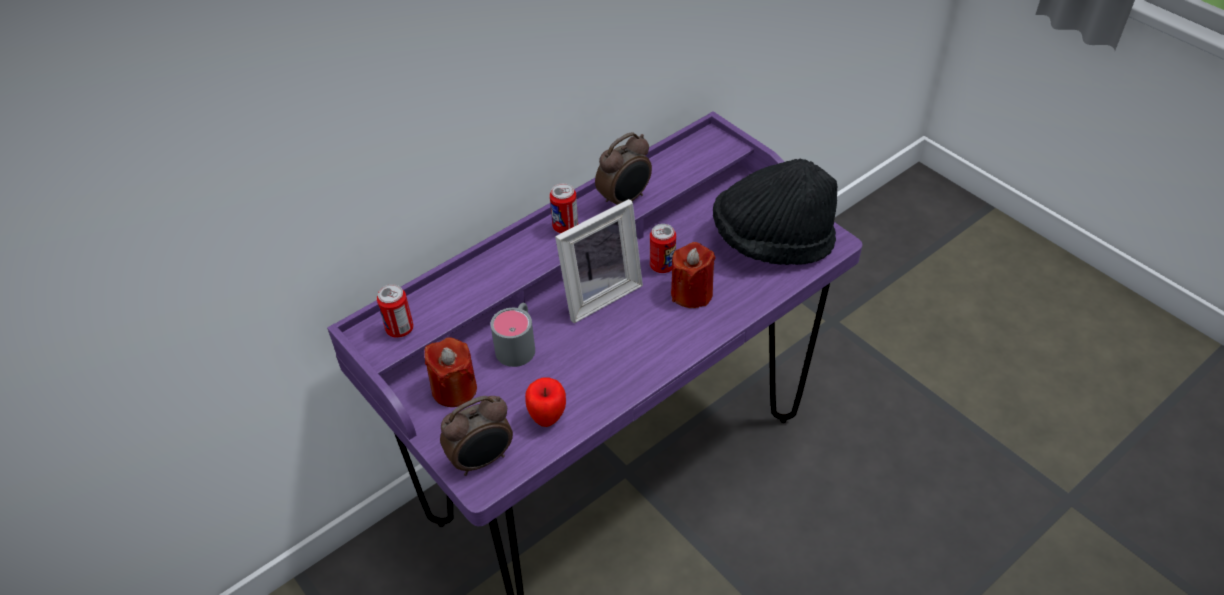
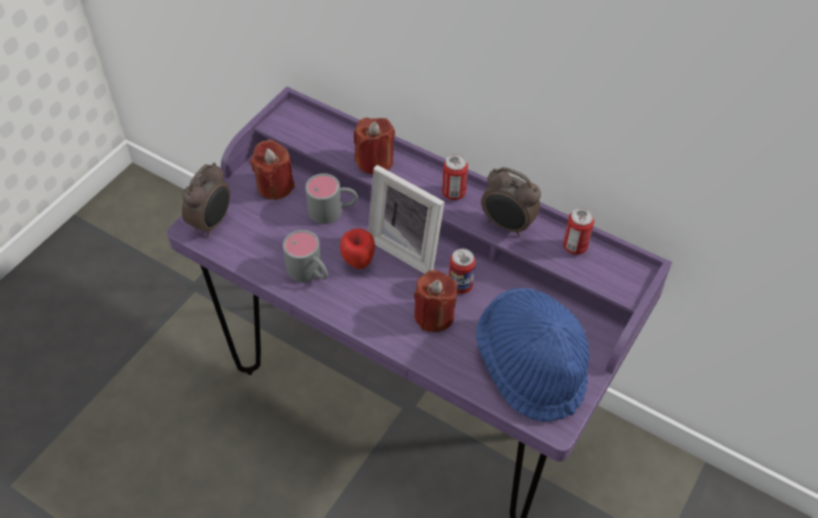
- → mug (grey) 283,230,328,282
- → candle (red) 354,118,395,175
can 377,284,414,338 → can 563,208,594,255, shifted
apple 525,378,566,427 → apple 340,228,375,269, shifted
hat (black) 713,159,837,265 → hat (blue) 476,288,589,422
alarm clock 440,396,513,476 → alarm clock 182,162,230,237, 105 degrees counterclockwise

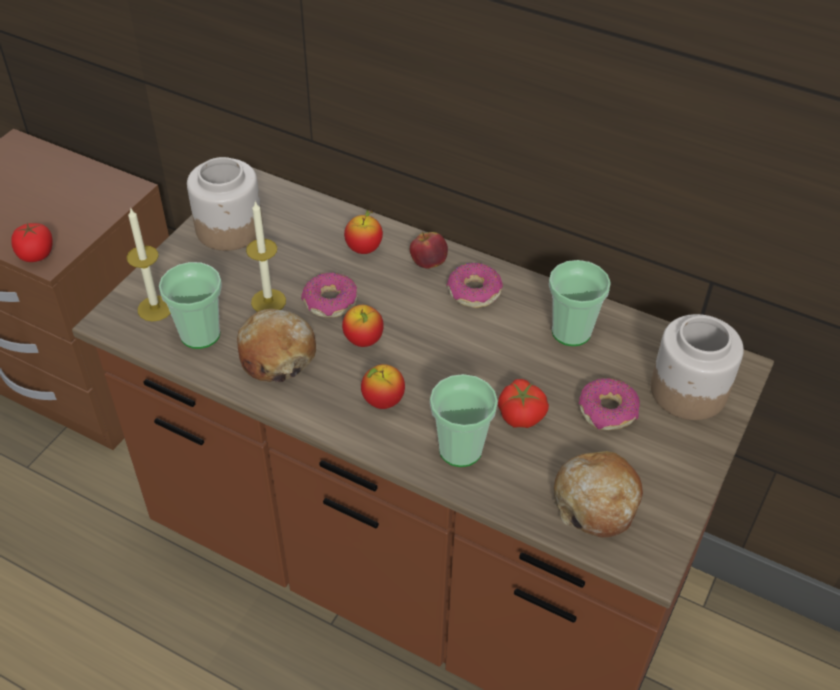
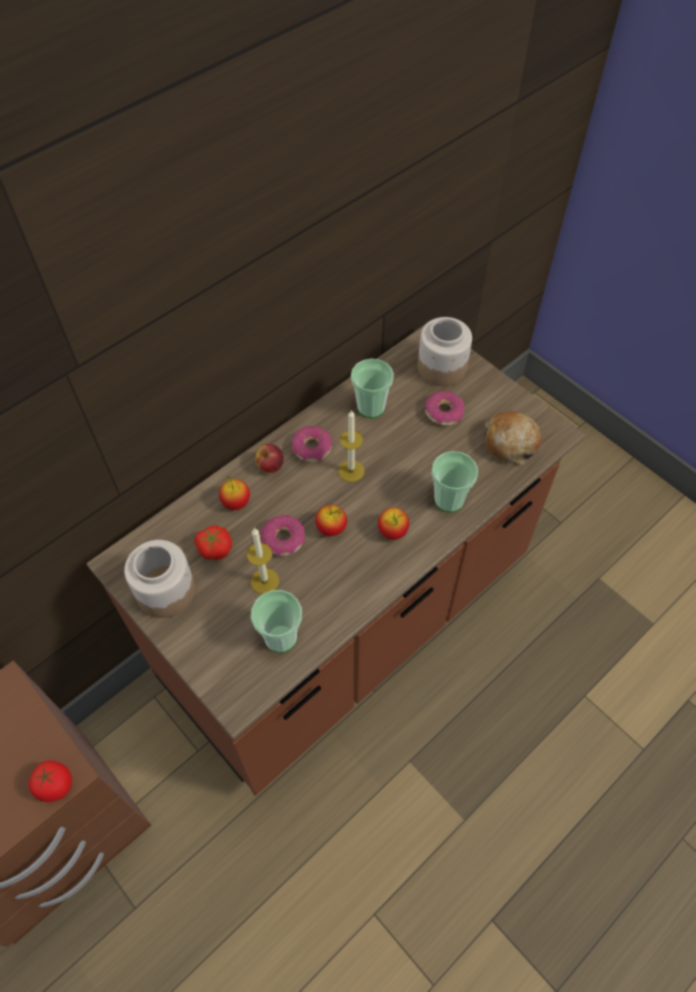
bread 237,309,316,383 → -
candle 127,207,171,321 → candle 338,410,364,482, shifted
tomato 498,379,549,428 → tomato 194,525,232,560, shifted

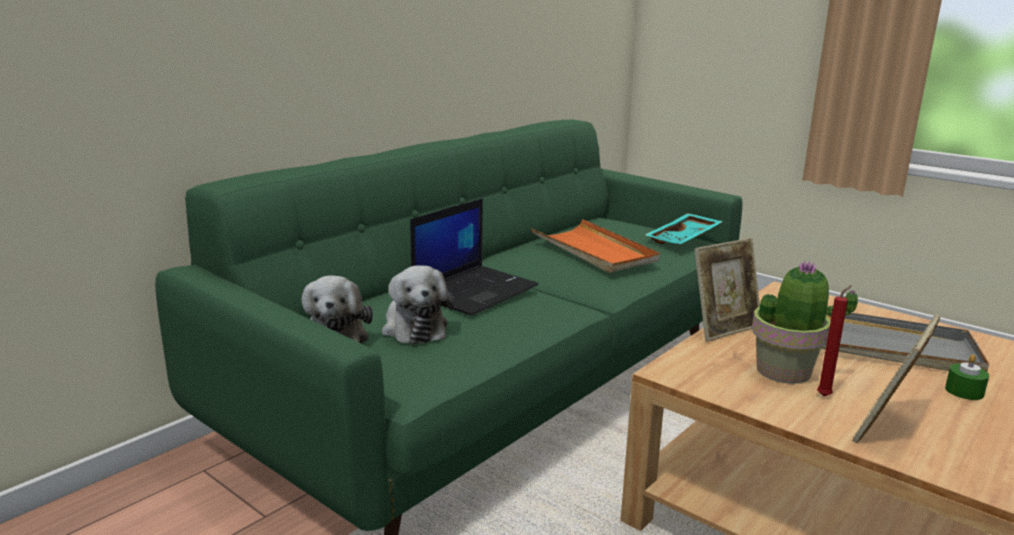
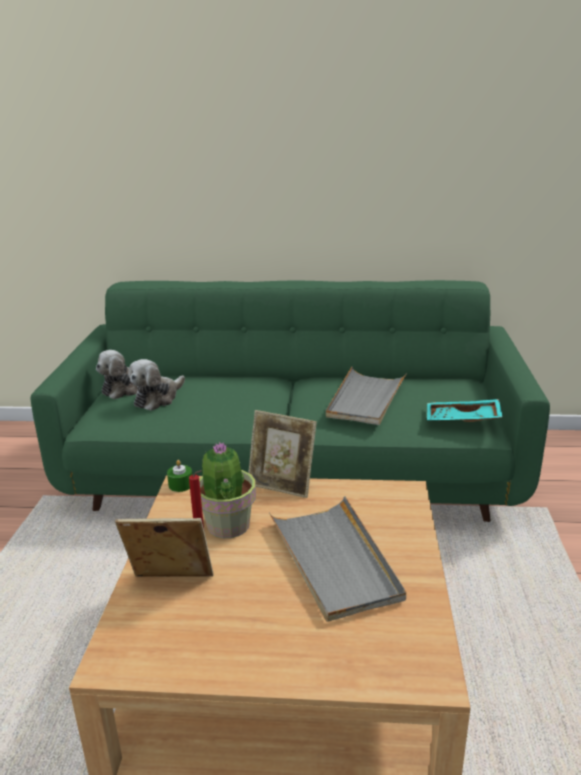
laptop 410,198,539,316 → -
candle (green) 945,354,989,400 → candle (green) 167,460,192,492, shifted
tray (orange) 531,219,660,273 → tray (grey) 326,366,407,425

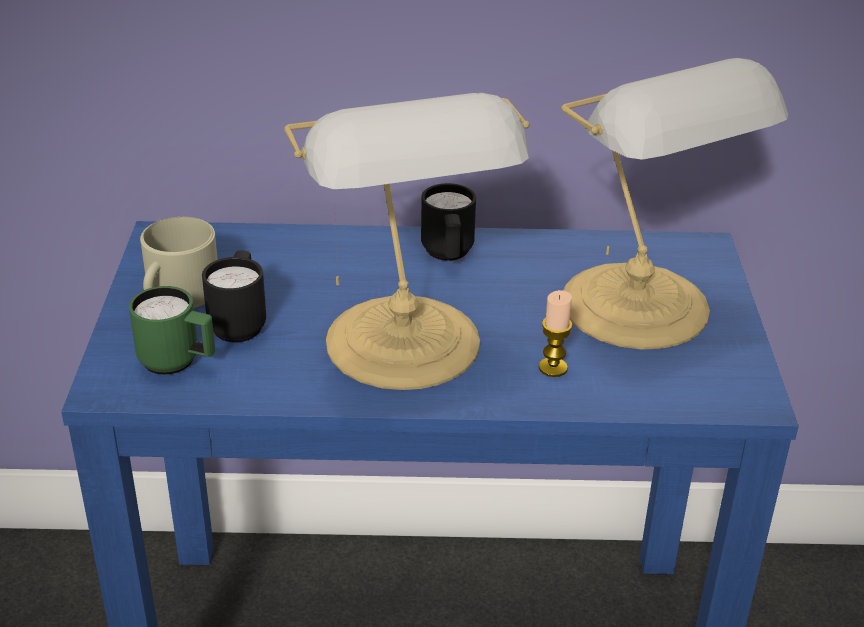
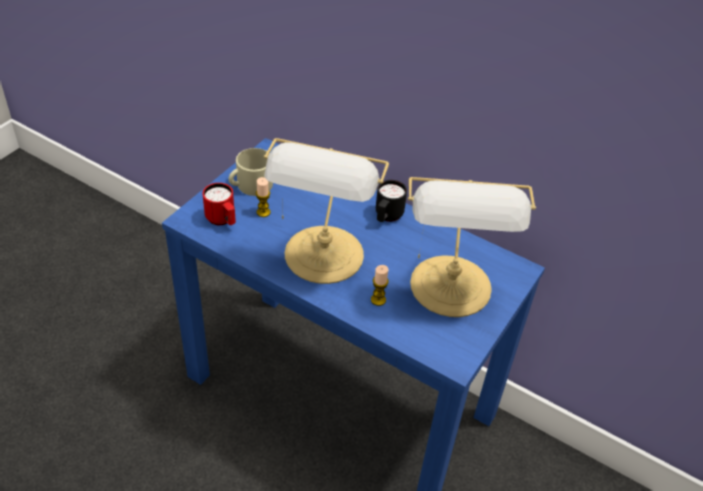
mug (black) 202,251,266,342 → candle 256,177,271,217
mug (green) 129,286,215,375 → mug (red) 203,183,236,225

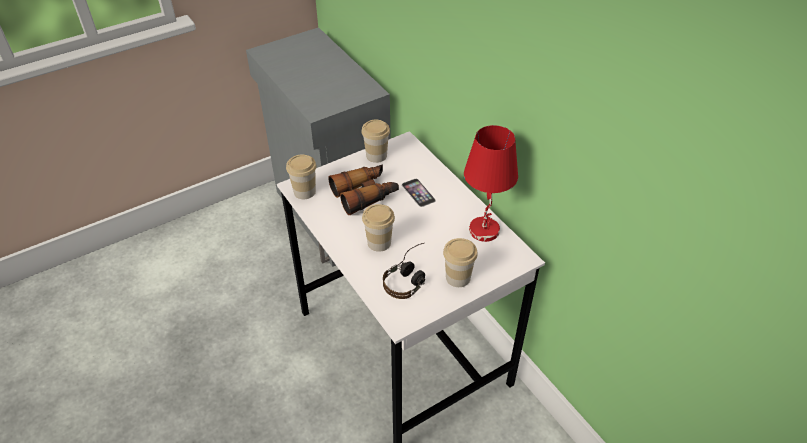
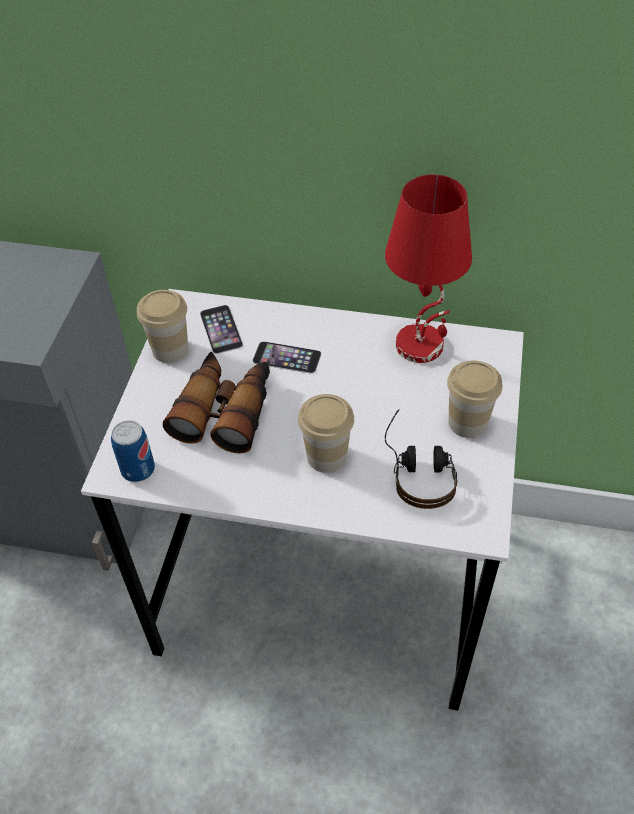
- → phone 200,305,243,354
cup 286,154,317,199 → can 111,421,155,482

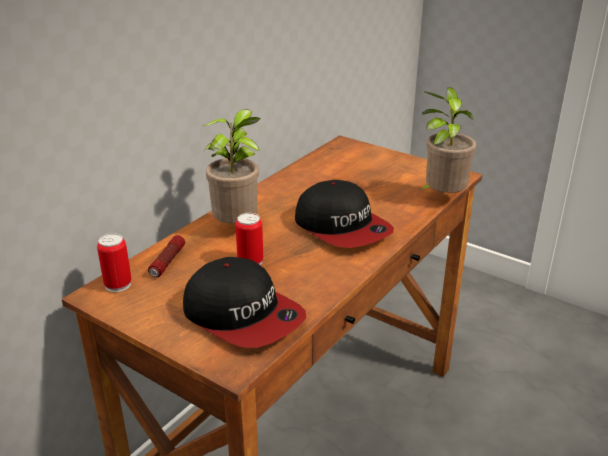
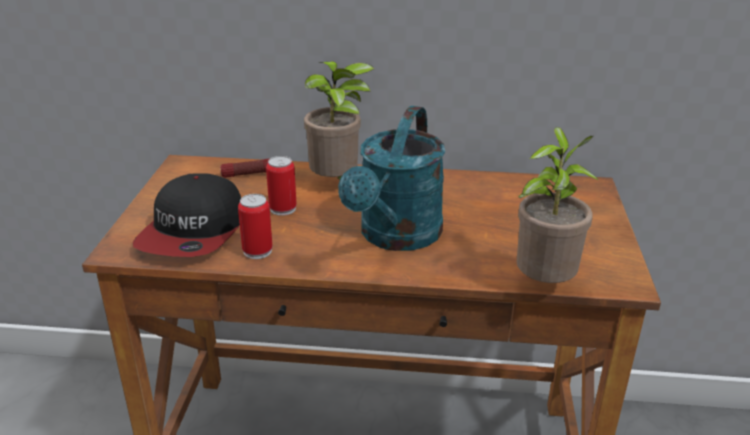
can 97,233,132,292 → can 238,194,272,259, shifted
cap 295,180,394,248 → watering can (turquoise) 338,106,445,251

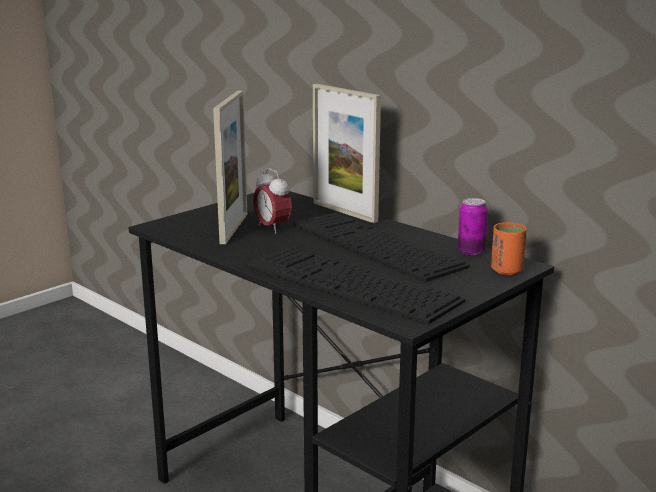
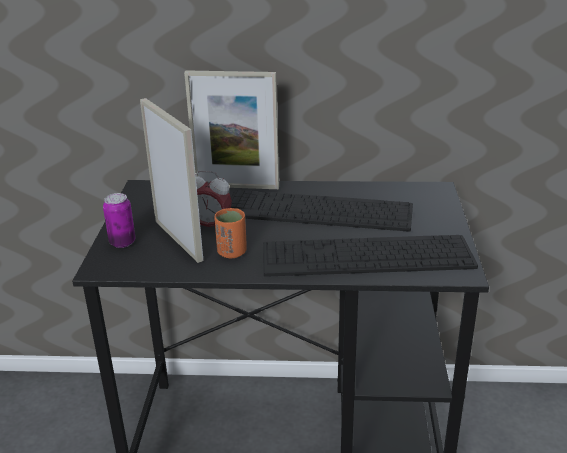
can 458,198,488,255 → can 103,193,136,248, shifted
cup (orange) 491,222,527,275 → cup (orange) 214,208,247,258, shifted

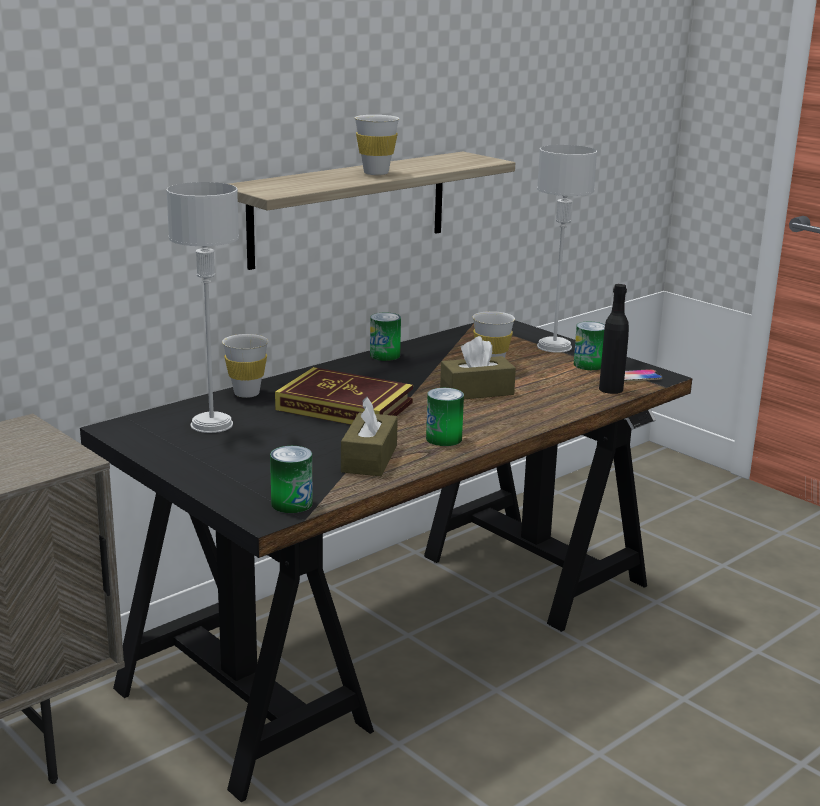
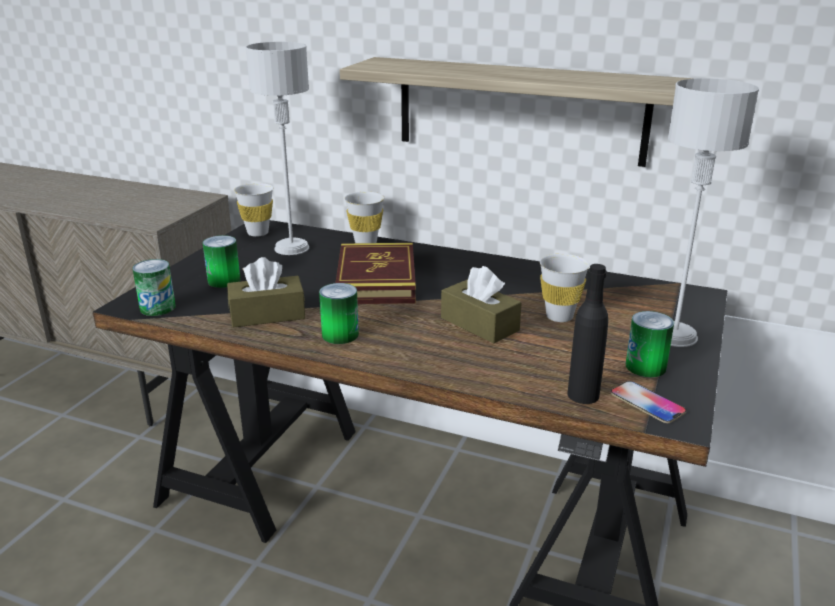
cup (white) 355,115,399,175 → cup (white) 234,183,273,237, shifted
can 370,312,401,361 → can 203,235,241,288, shifted

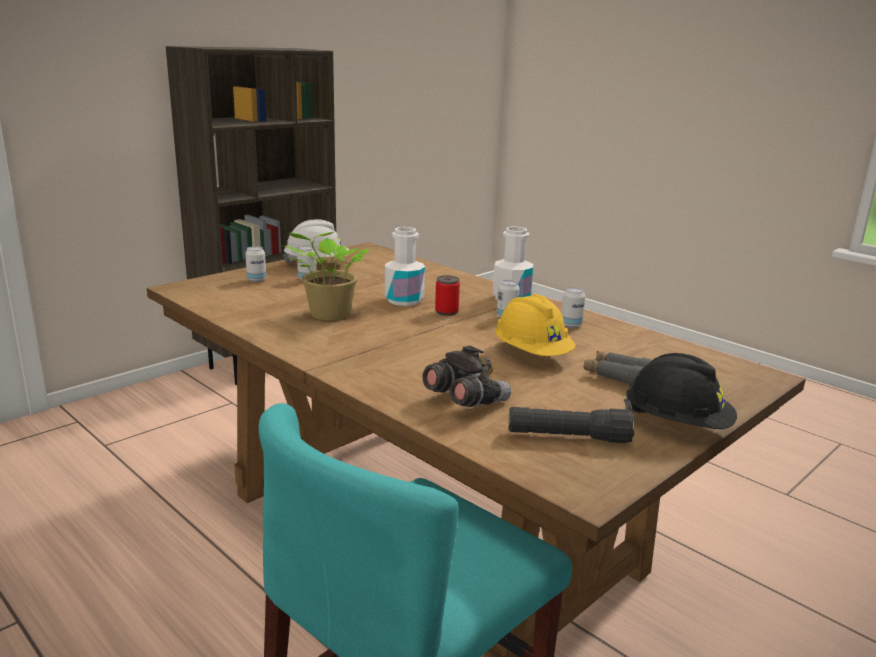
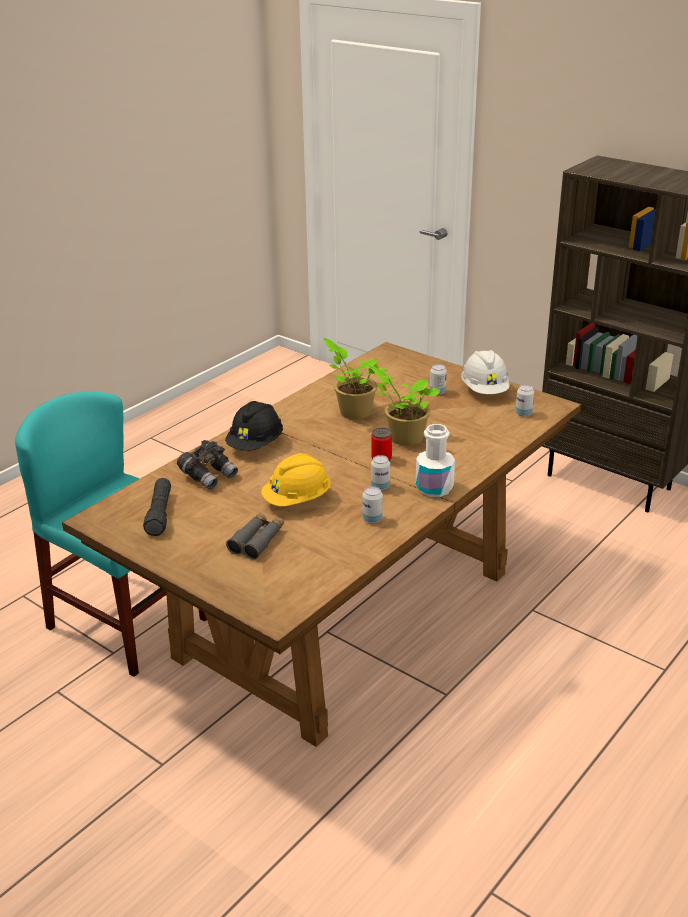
can 245,246,266,282 → can 515,385,534,417, shifted
hard hat (black) 624,353,737,429 → hard hat (black) 225,401,283,451, shifted
bottle (white) 385,227,425,306 → potted plant 369,366,441,446

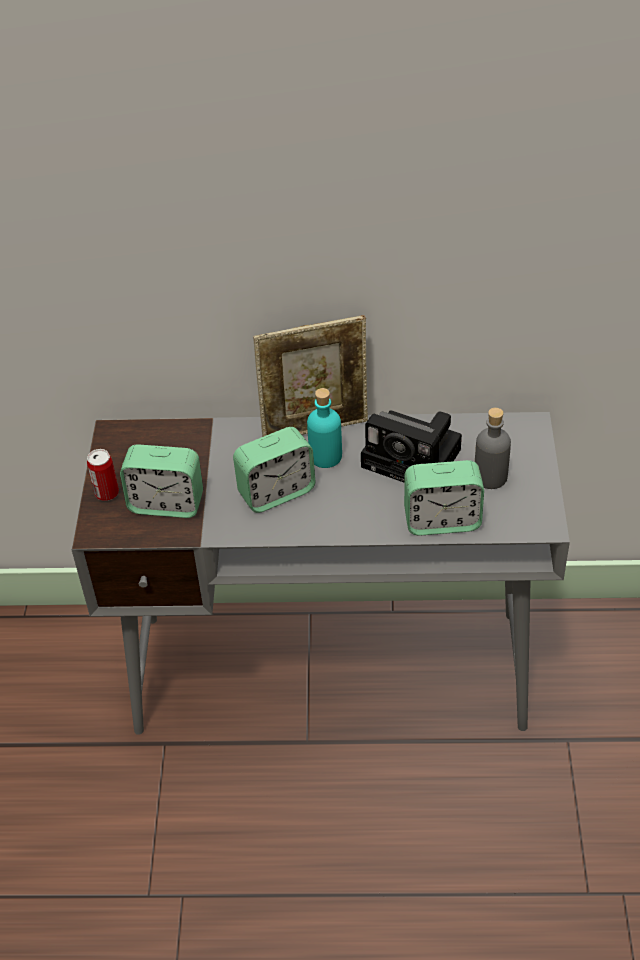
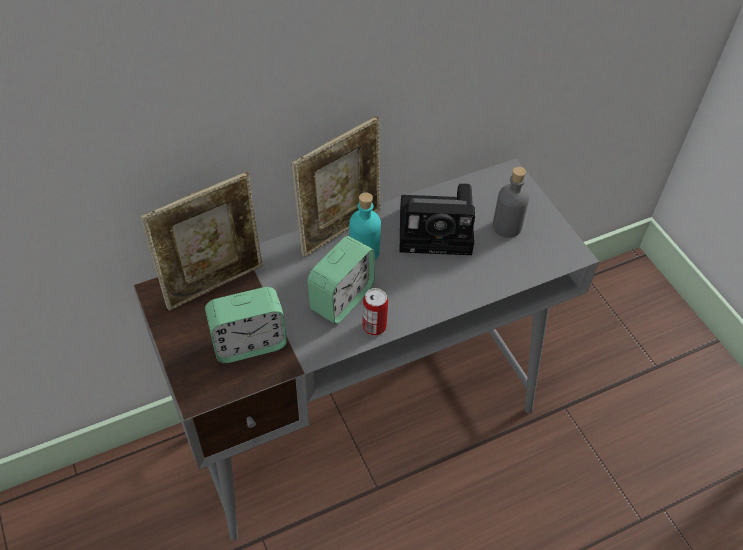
alarm clock 404,460,484,536 → -
- → picture frame 141,172,263,311
can 87,449,119,501 → can 363,288,388,335, shifted

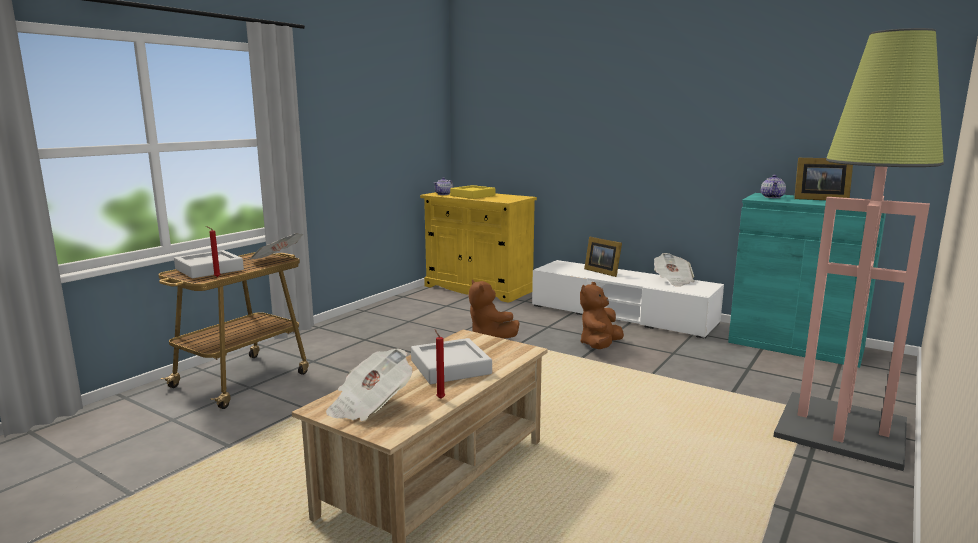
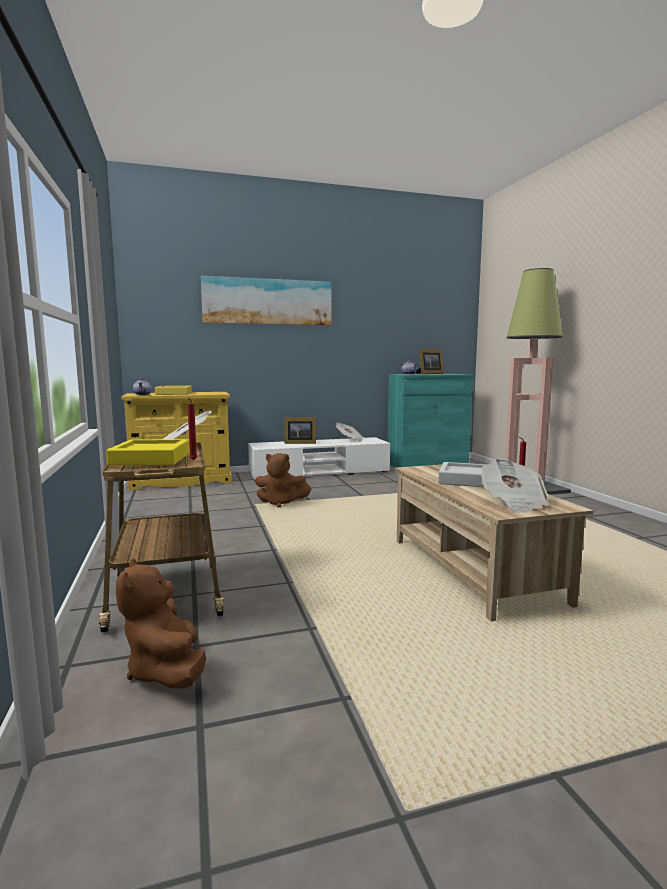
- → picture 201,276,332,325
plush toy (brown) 580,282,624,349 → plush toy (brown) 116,559,206,688, shifted
tray (grey) 174,250,244,278 → tray (yellow) 106,439,190,466

